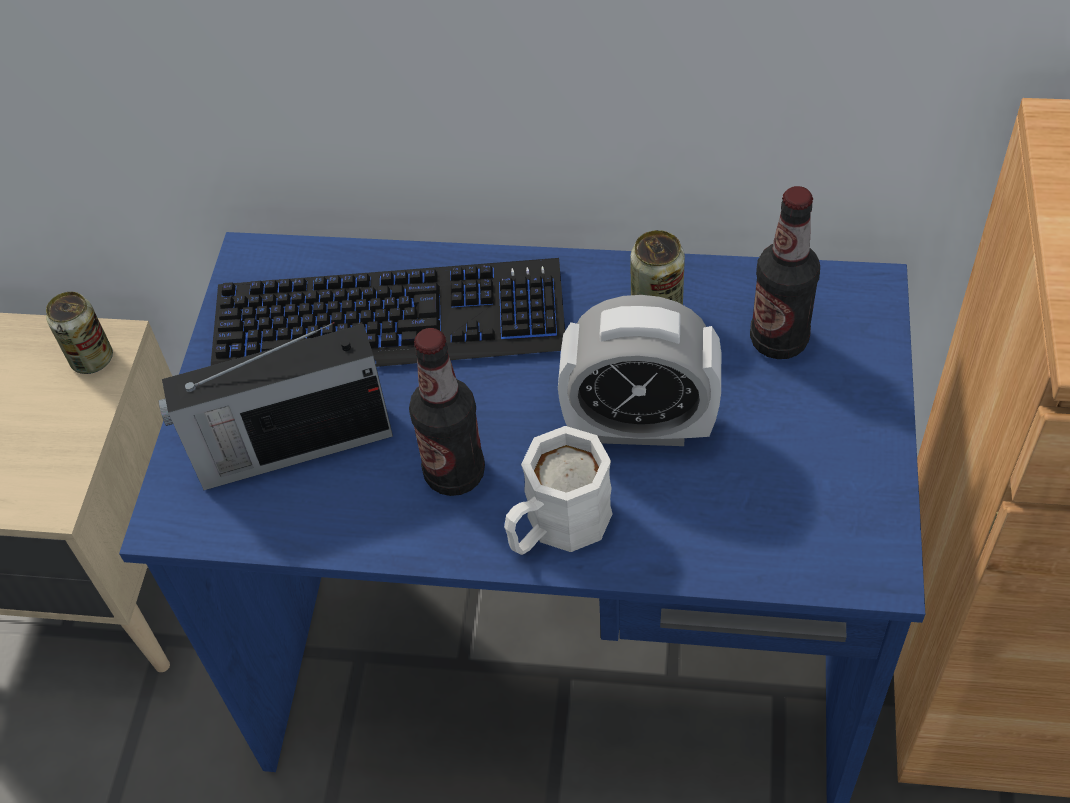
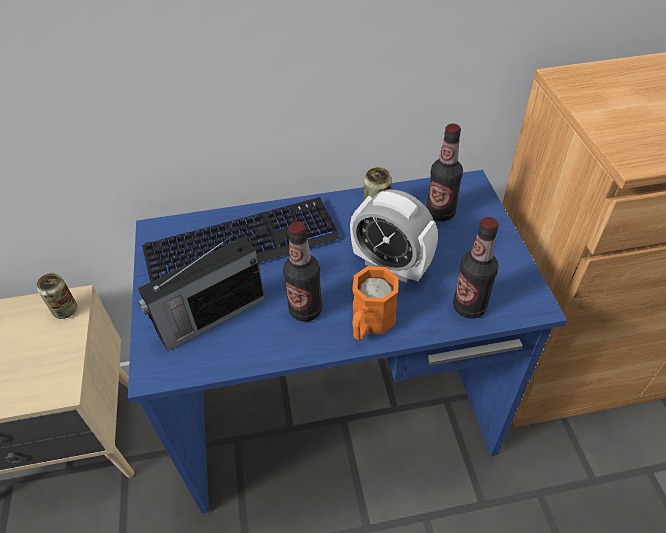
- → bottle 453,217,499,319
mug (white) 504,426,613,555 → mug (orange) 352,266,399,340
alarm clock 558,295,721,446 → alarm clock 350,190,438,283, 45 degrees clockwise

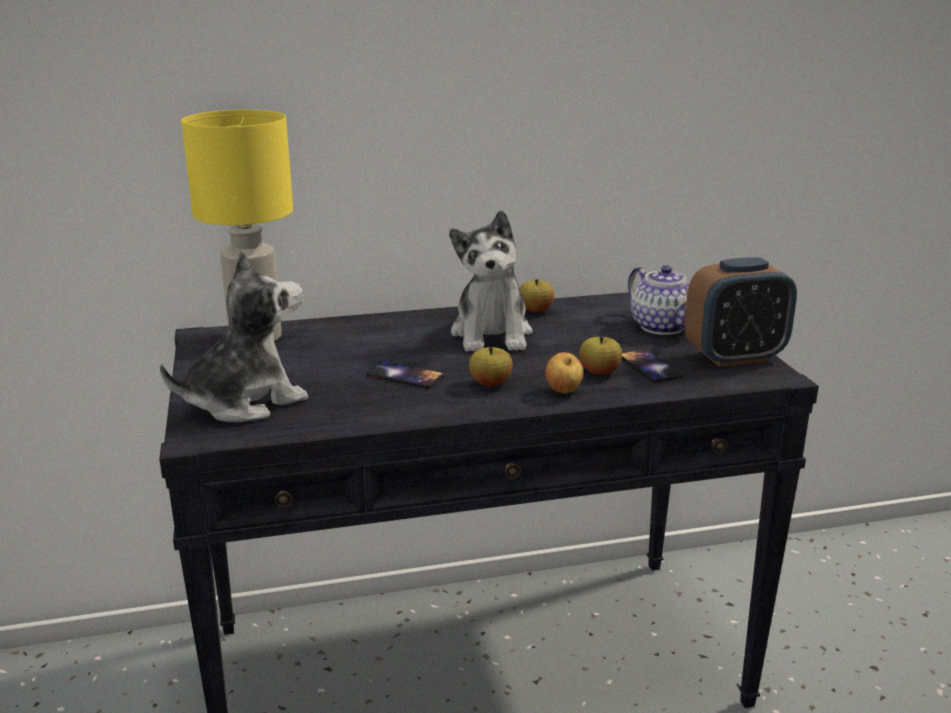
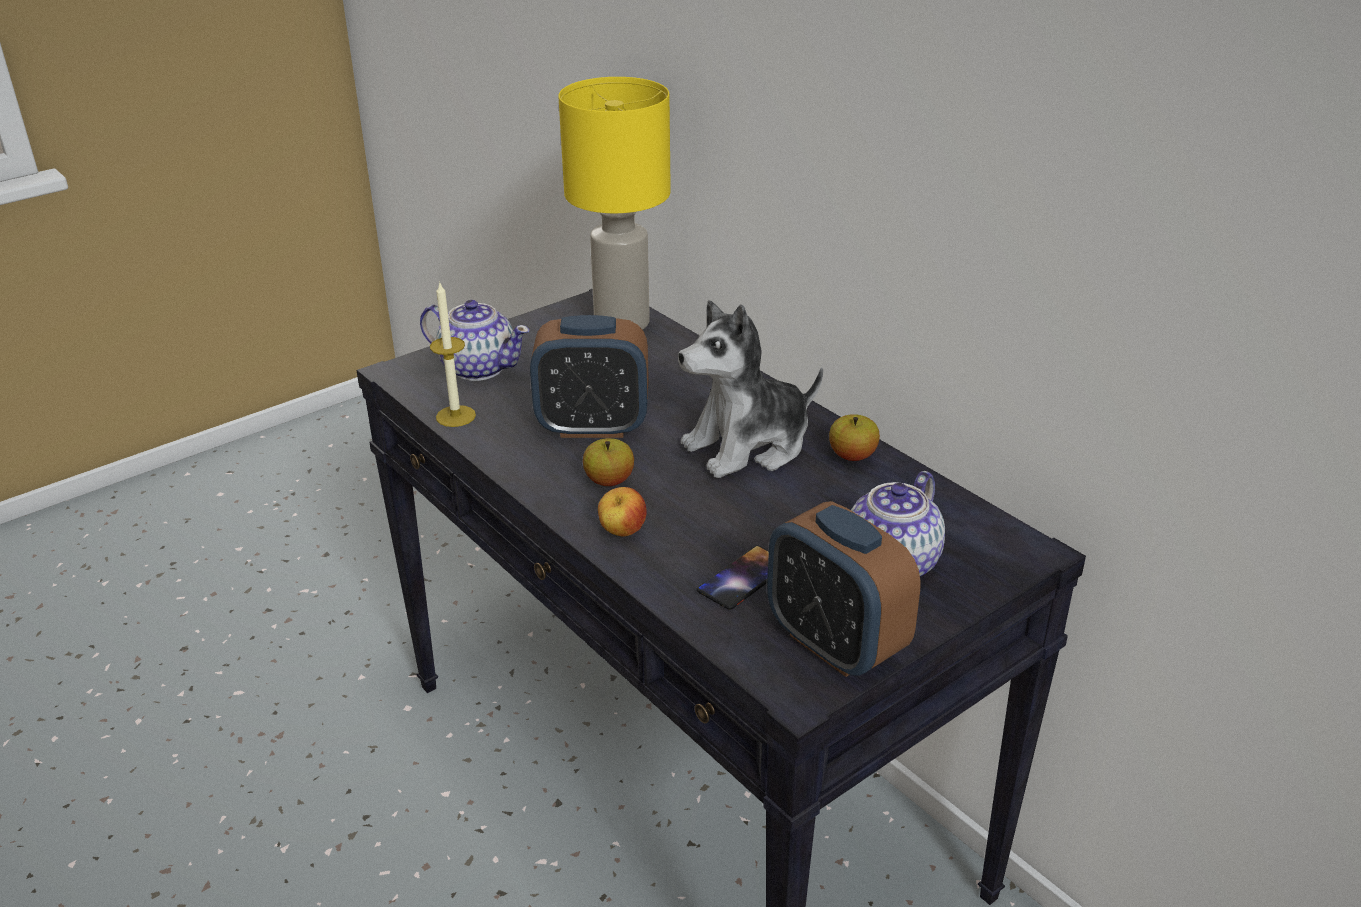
apple 579,336,622,375 → -
- → candle 430,281,476,427
plush toy 160,251,308,423 → teapot 420,300,530,381
phone 367,361,444,388 → alarm clock 530,315,649,438

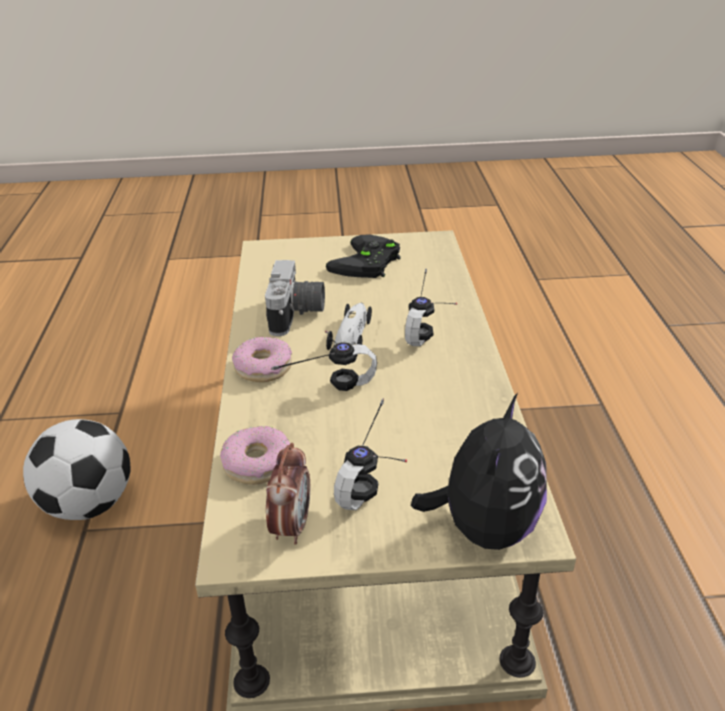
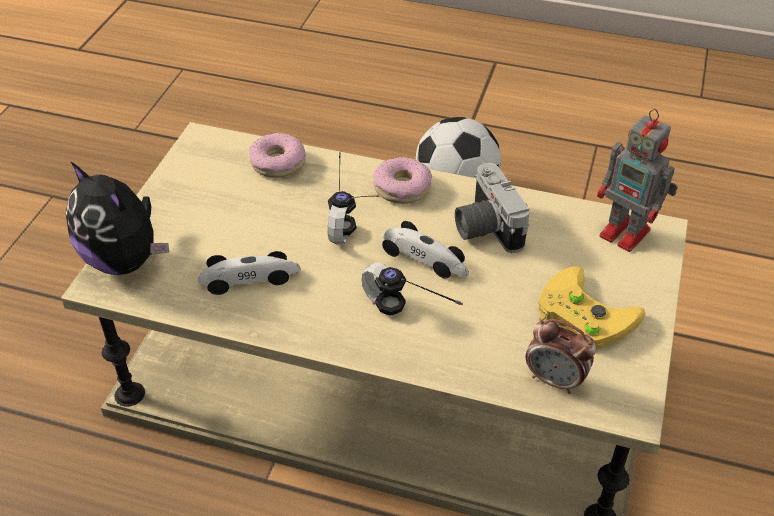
headphones 334,398,407,510 → -
- → toy car 198,251,301,295
- → toy robot 597,109,678,252
alarm clock 266,443,310,545 → alarm clock 525,319,596,394, shifted
game controller (black) 326,234,401,278 → game controller (yellow) 538,266,645,349
photo camera 265,260,325,336 → photo camera 455,163,529,253, 45 degrees clockwise

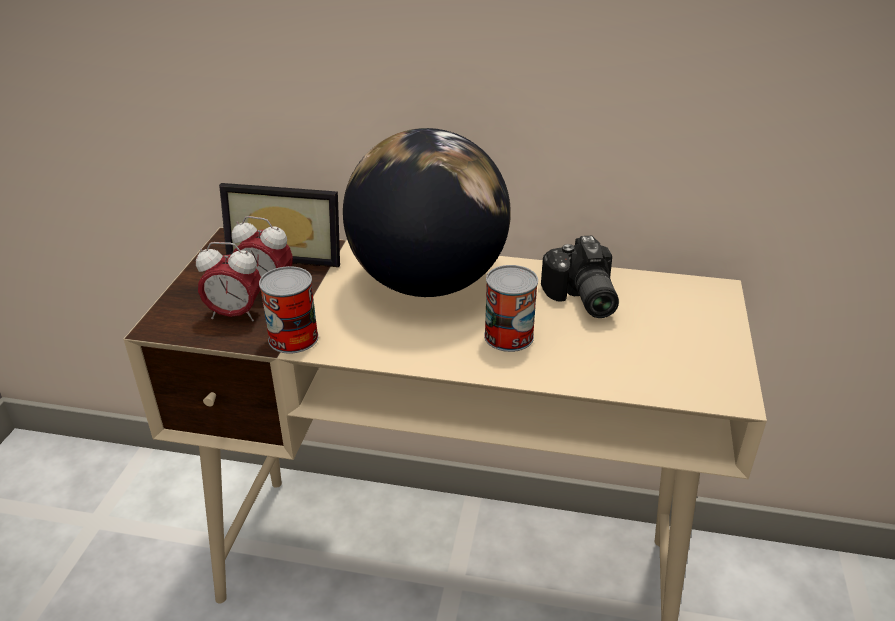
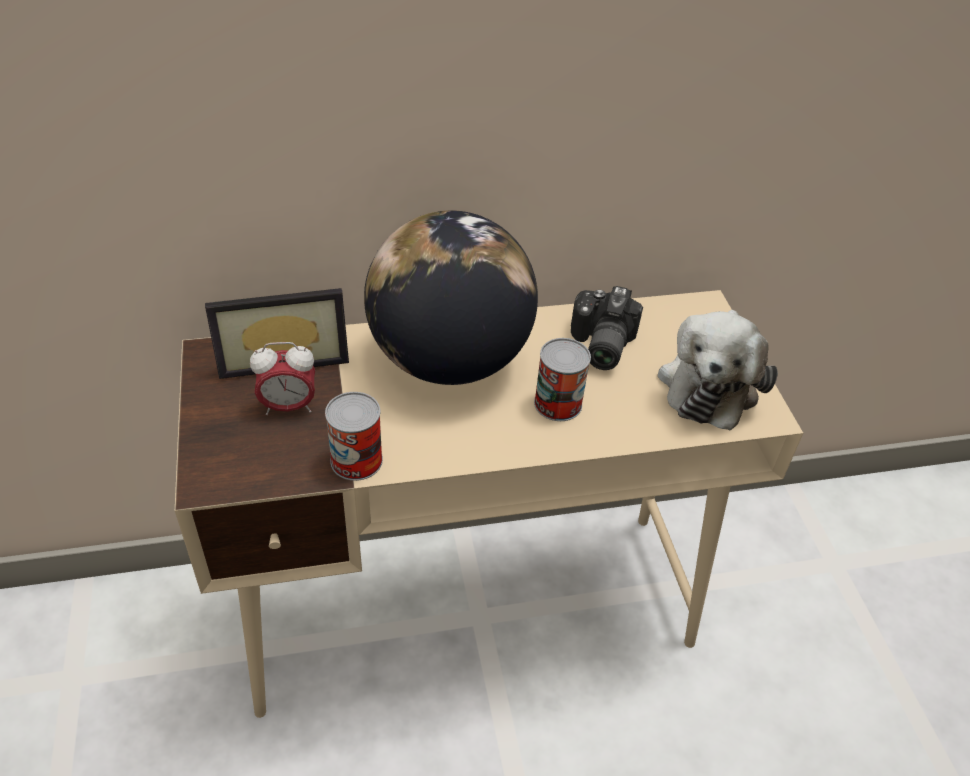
alarm clock 196,242,261,322 → -
- → plush toy 658,310,778,430
photo camera 541,236,619,318 → photo camera 571,286,643,370, 45 degrees clockwise

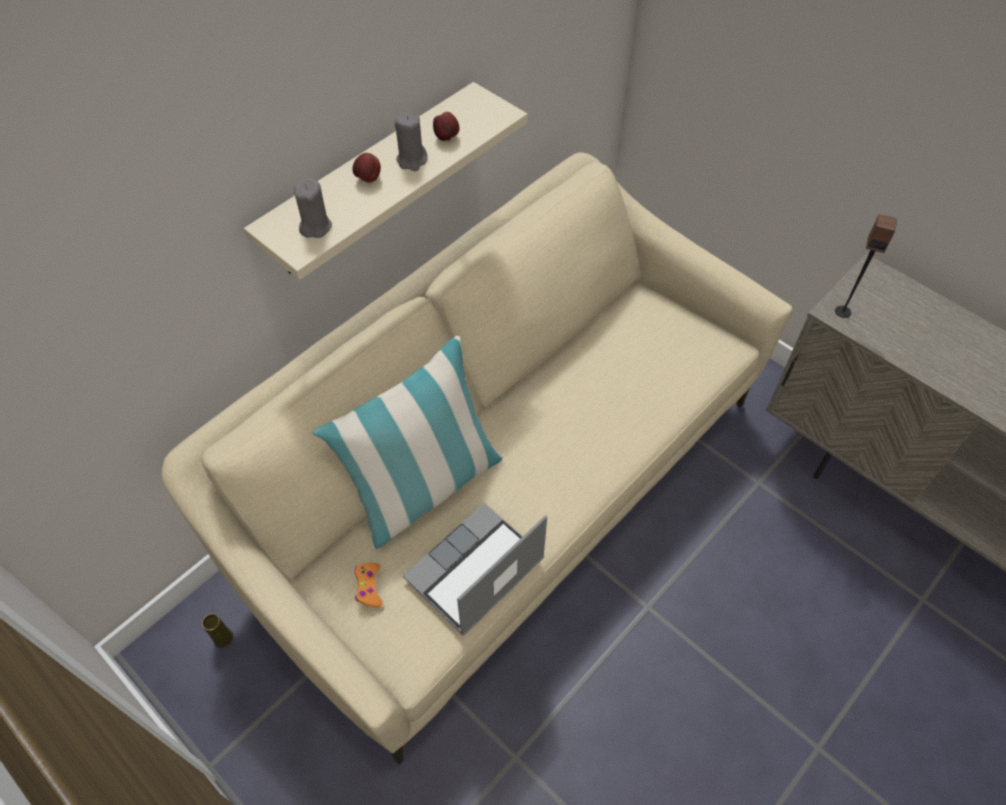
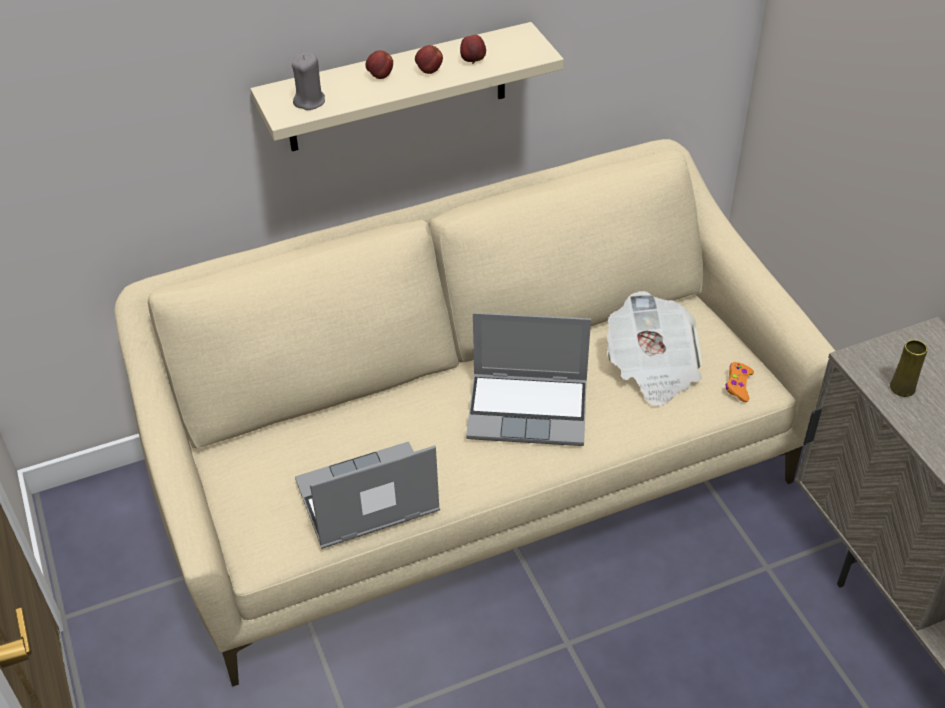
pillow 312,336,503,549 → -
speaker 835,214,897,318 → -
- → laptop 466,312,591,446
- → newspaper 607,291,702,407
vase (yellow) 202,614,233,648 → vase (yellow) 890,340,928,397, shifted
game controller (orange) 355,563,383,607 → game controller (orange) 725,362,754,402, shifted
candle (grey) 395,113,428,171 → apple 415,45,443,74

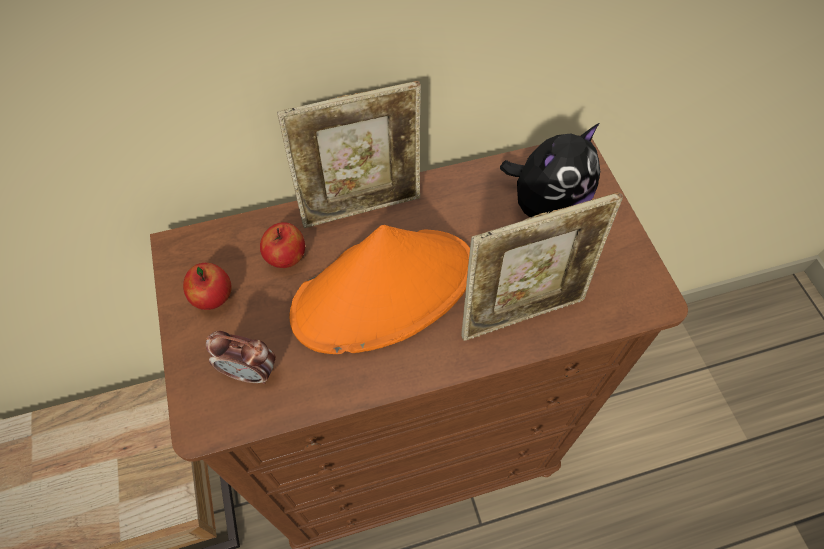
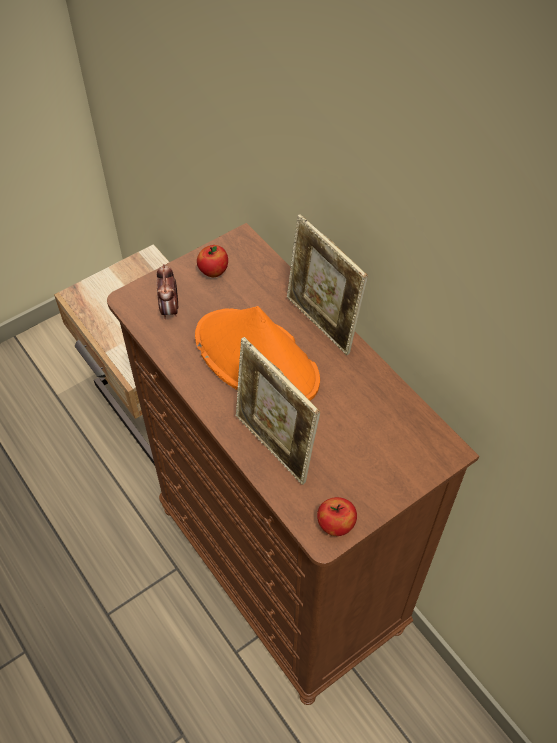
plush toy 500,123,600,217 → -
apple 260,222,305,268 → apple 317,497,357,536, shifted

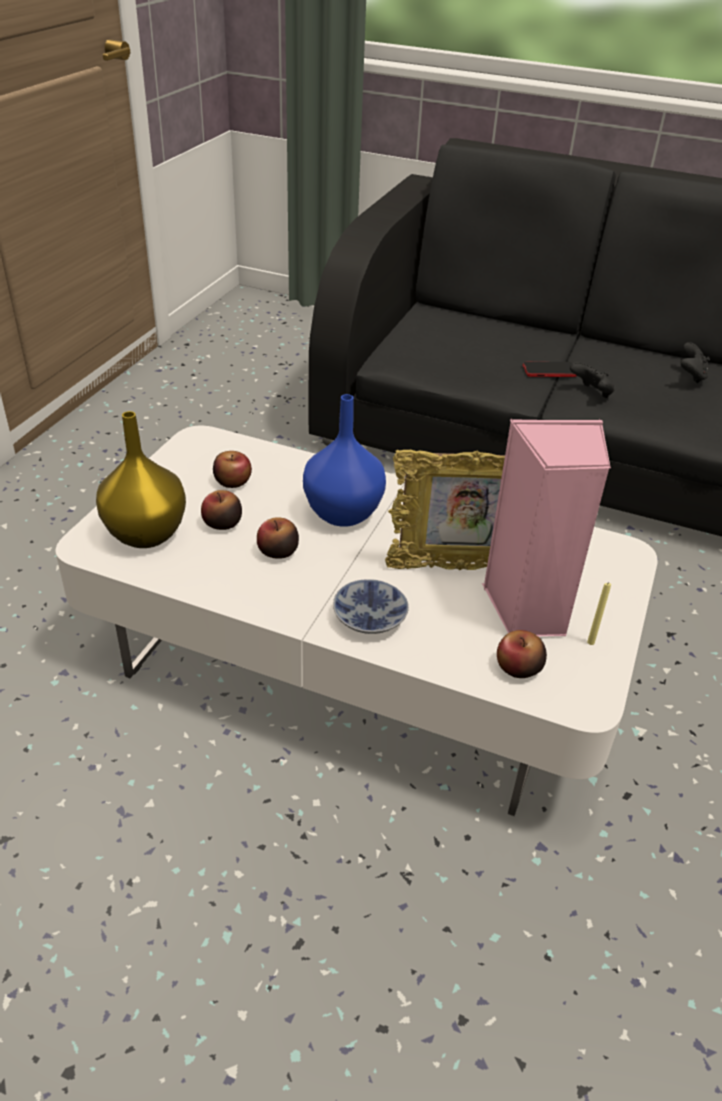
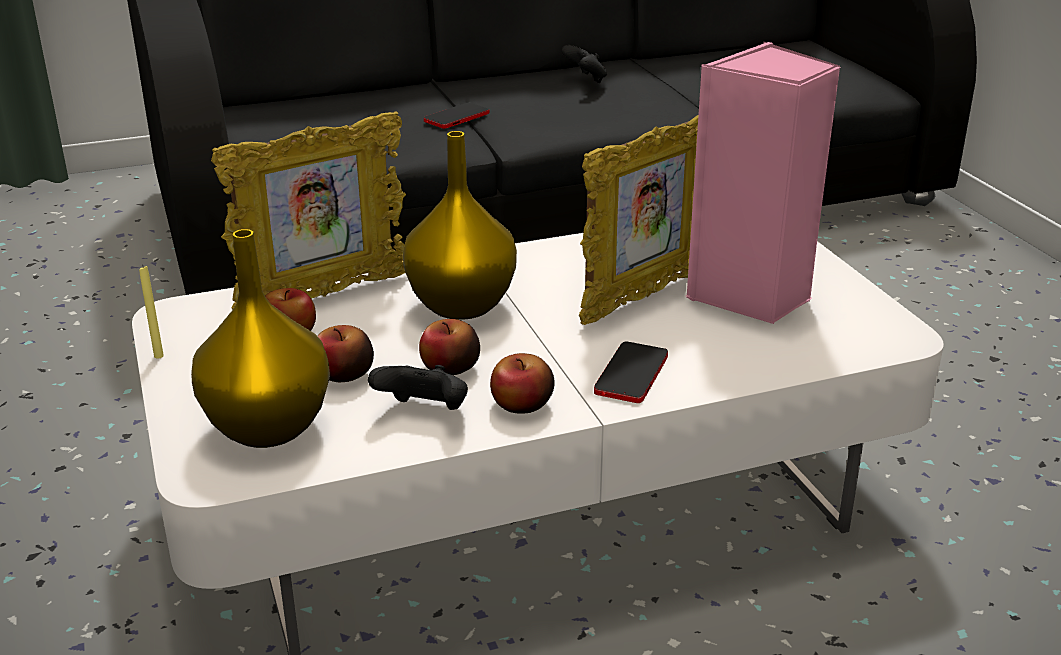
- → picture frame 211,111,406,309
apple 497,630,547,678 → apple 490,353,555,414, shifted
game controller (black) 570,362,615,398 → game controller (black) 368,365,468,410, shifted
candle (yellow) 587,583,611,645 → candle (yellow) 139,265,164,359, shifted
bowl 333,580,409,634 → phone 594,341,668,403
vase (blue) 303,394,386,527 → vase (yellow) 403,131,517,320

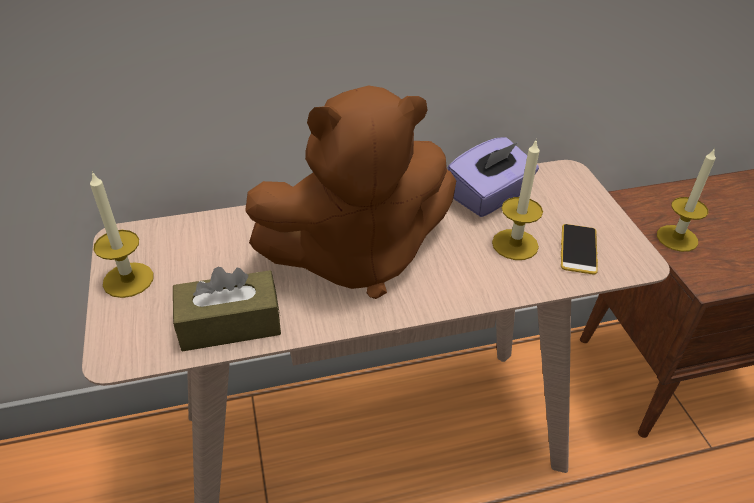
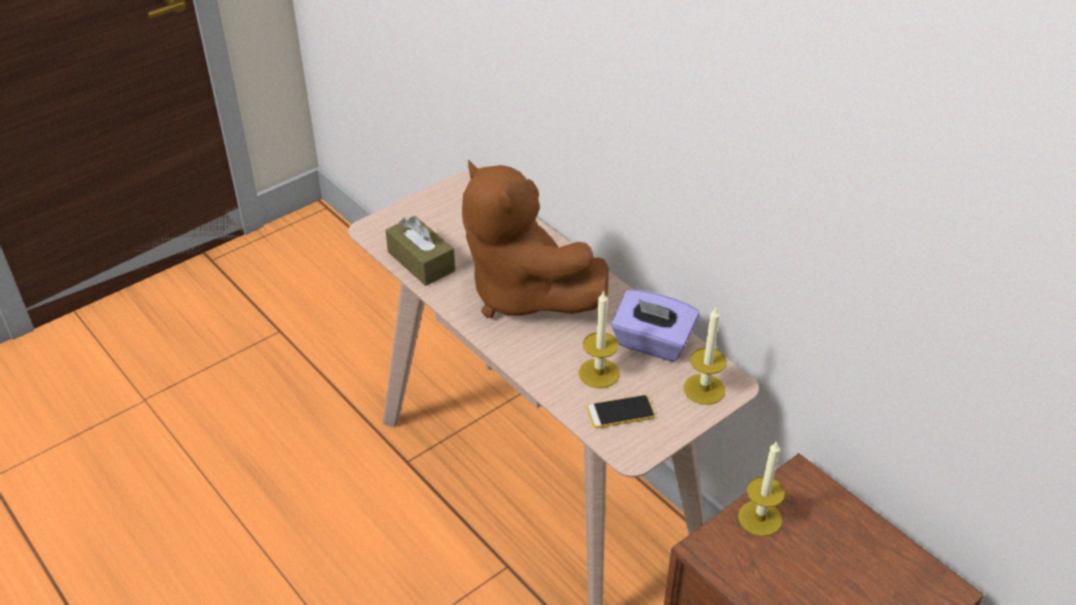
candle 90,171,154,298 → candle 684,307,726,405, shifted

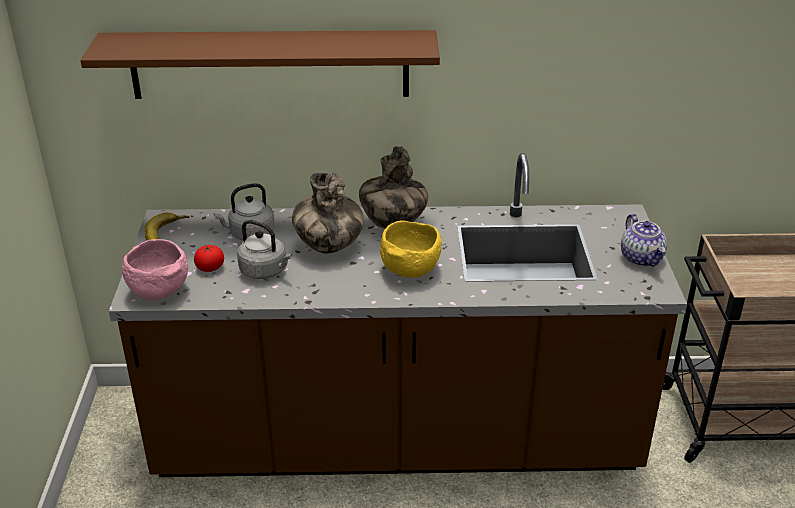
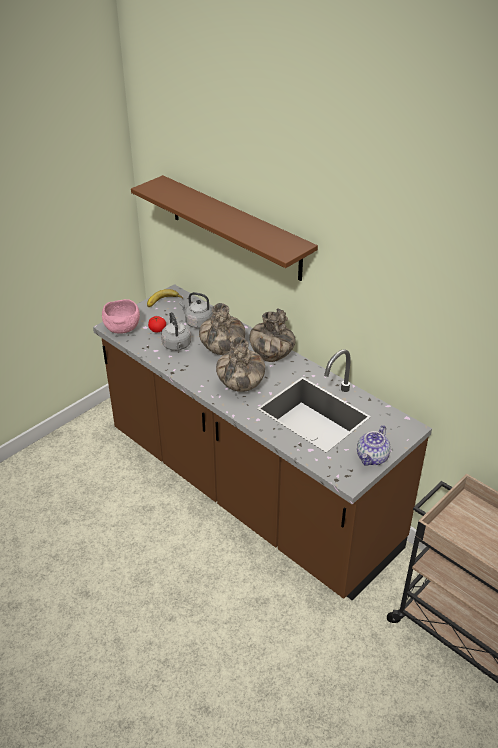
bowl (yellow) 380,220,442,278 → vase 216,337,265,392

